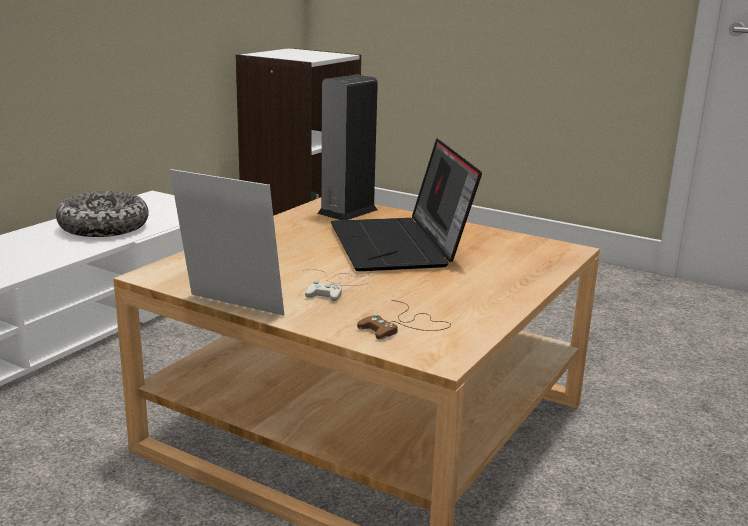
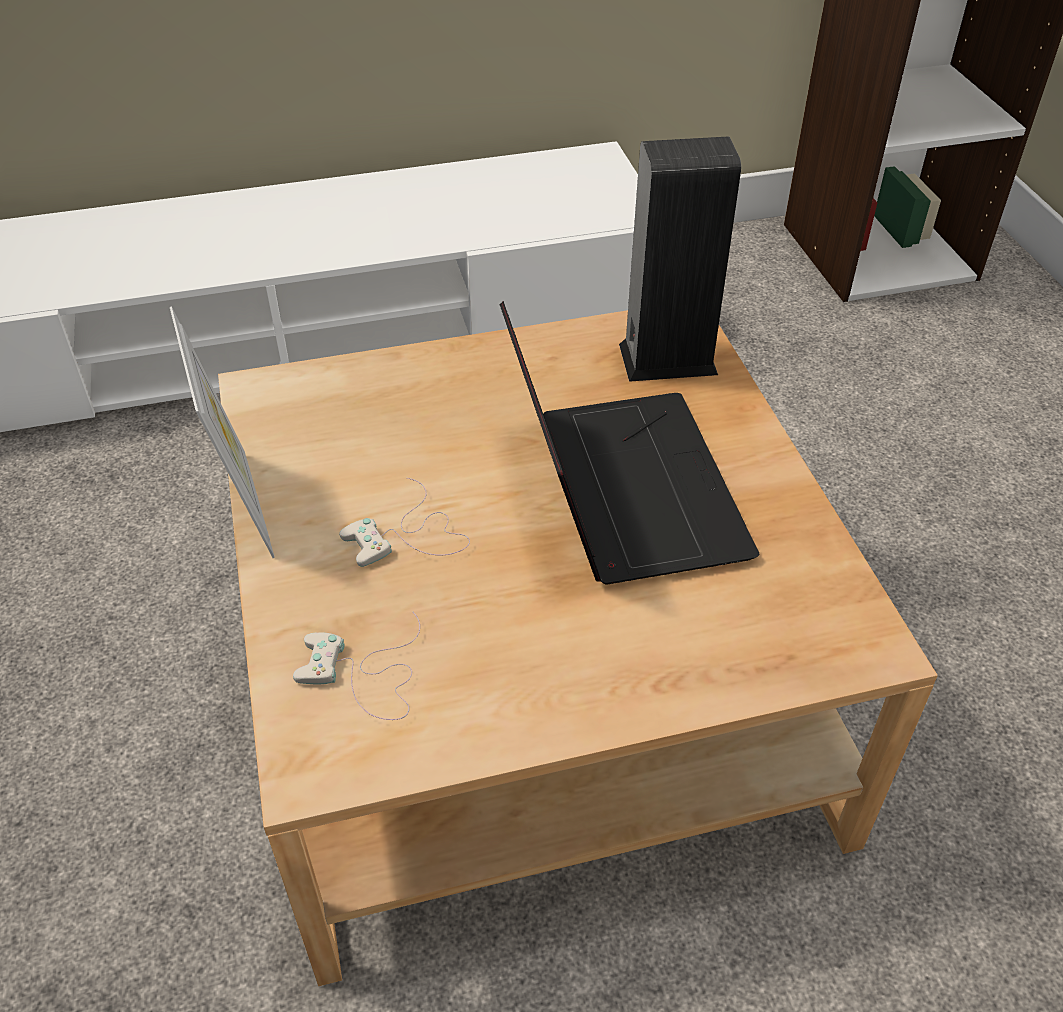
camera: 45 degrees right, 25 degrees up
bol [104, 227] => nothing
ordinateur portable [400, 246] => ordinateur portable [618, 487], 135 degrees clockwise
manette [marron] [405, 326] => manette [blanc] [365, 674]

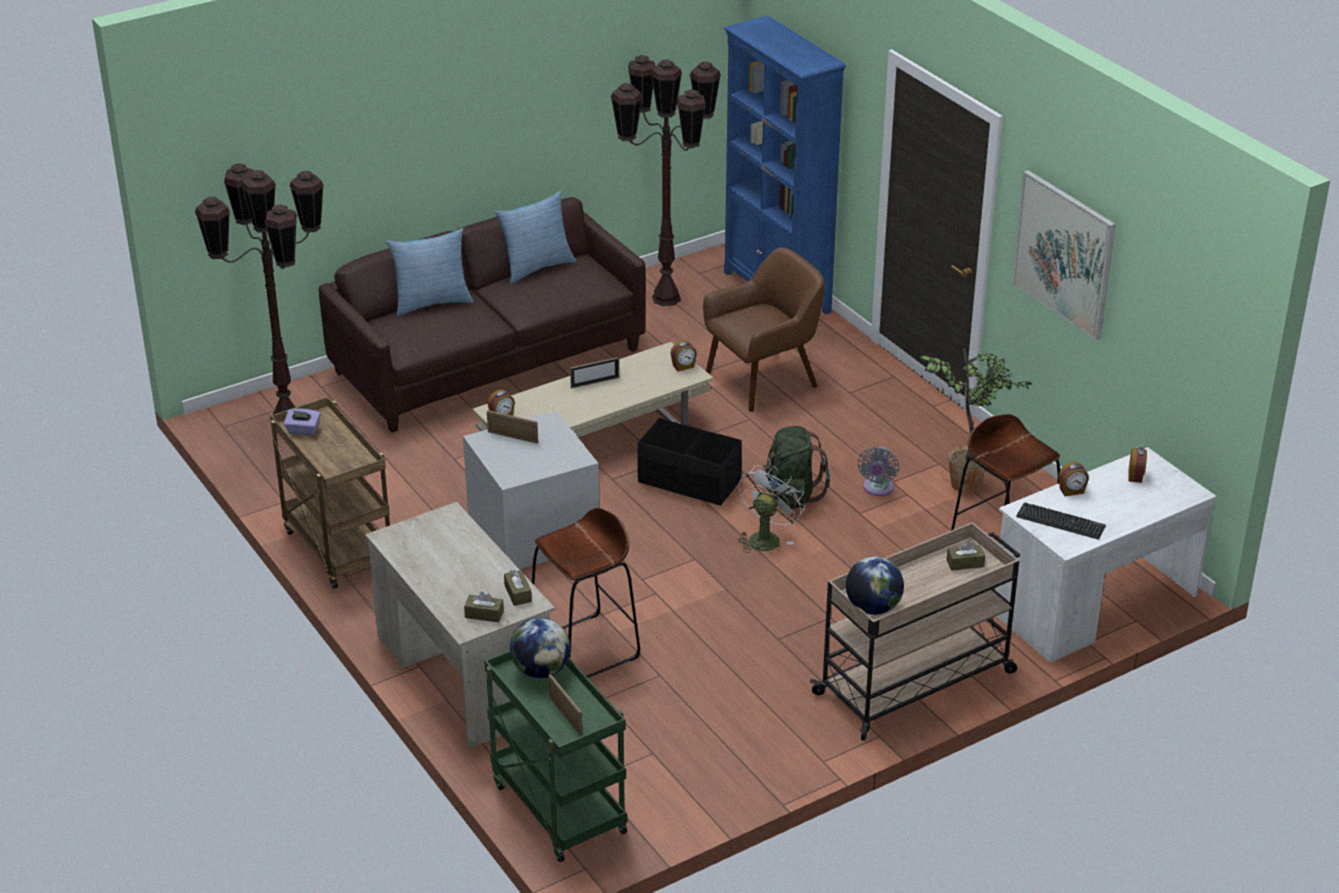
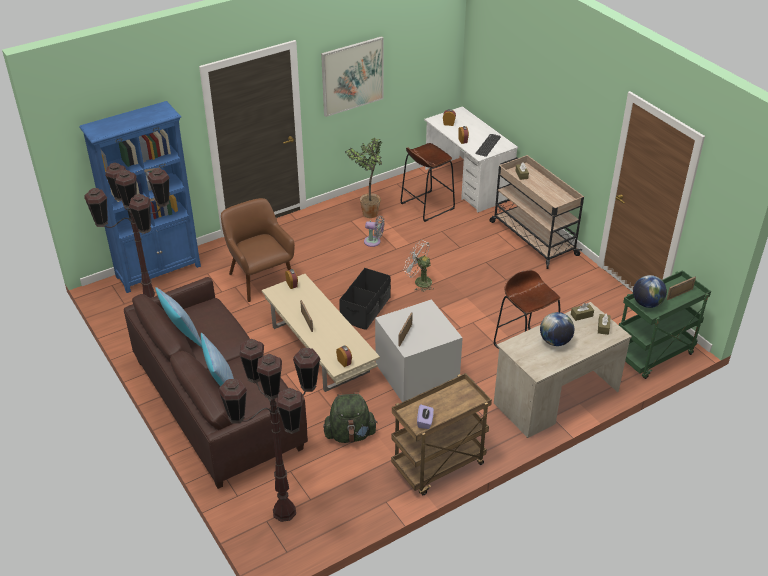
camera: 90 degrees left, 5 degrees up
sac à dos [vert] [791, 495] => sac à dos [vert] [350, 434], moved
globe [873, 608] => globe [555, 341], moved

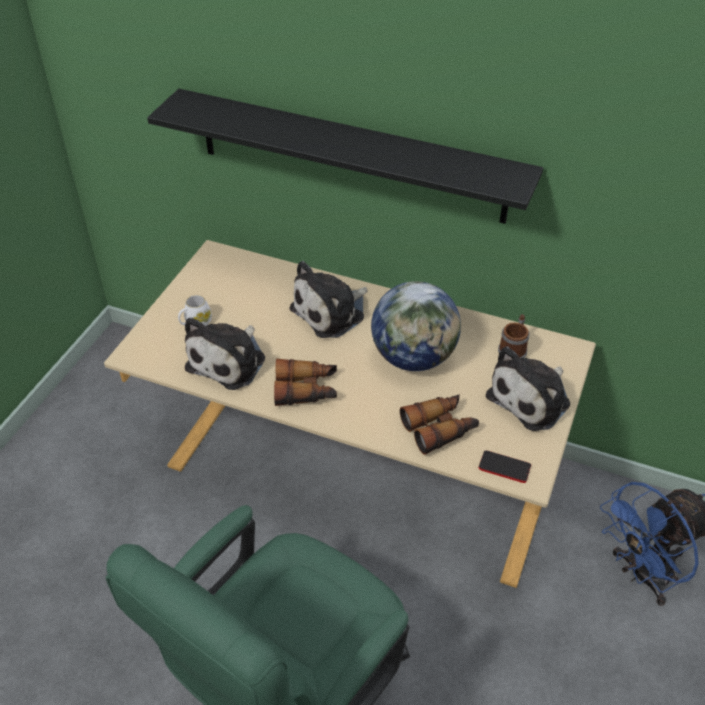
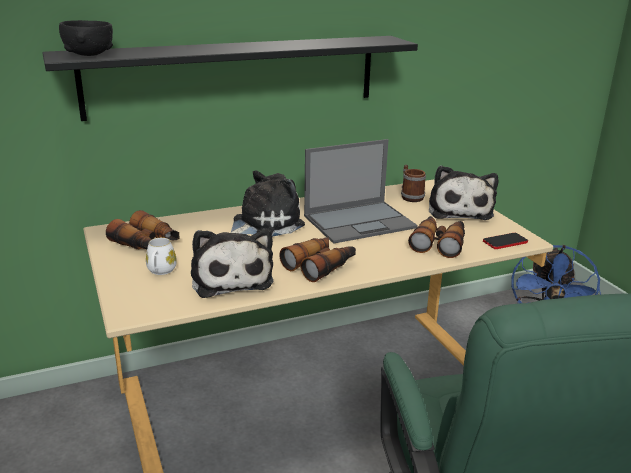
camera: 45 degrees left, 20 degrees down
peluche [331, 312] => peluche [264, 224], 135 degrees counterclockwise
globe [414, 357] => ordinateur portable [360, 221]
nothing => bol [noir] [89, 54]
nothing => jumelles [146, 243]

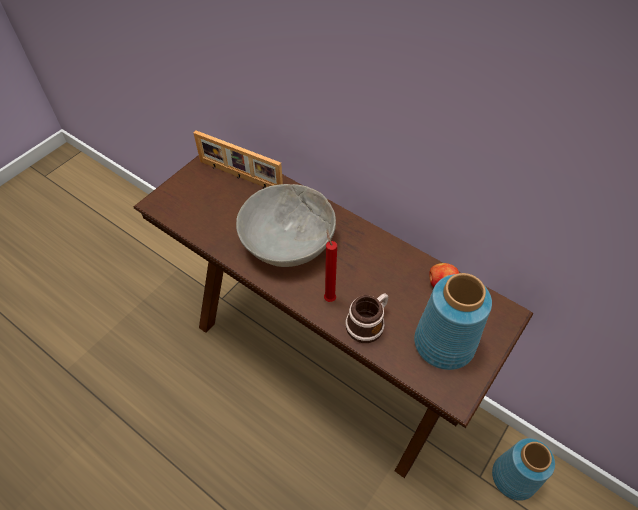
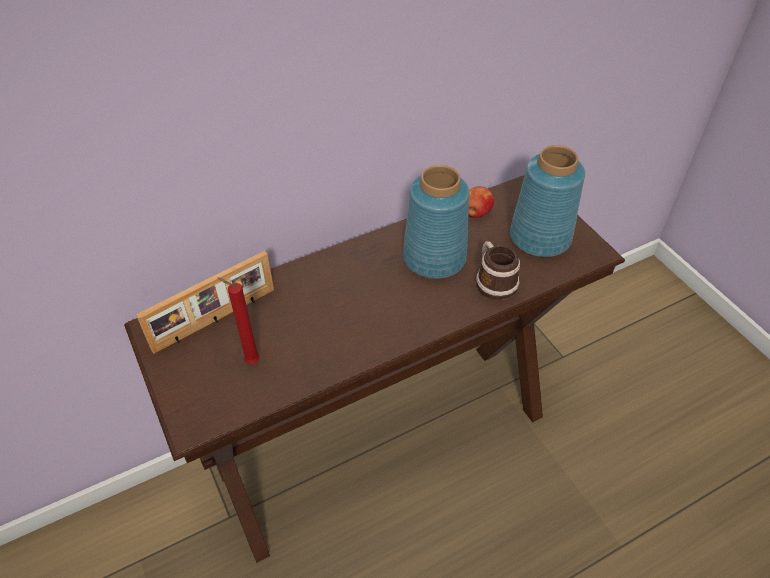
camera: 65 degrees left, 5 degrees down
bol [gris] [287, 239] => nothing
bougie [rouge] [329, 297] => bougie [rouge] [250, 361], moved
vase [bleu] [513, 476] => vase [bleu] [433, 258], moved

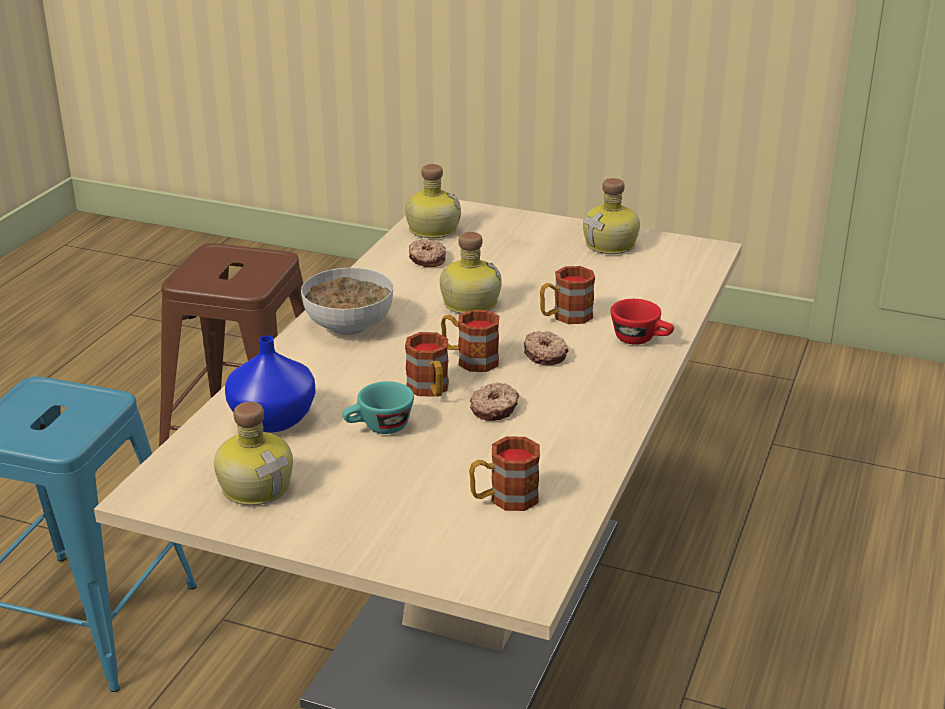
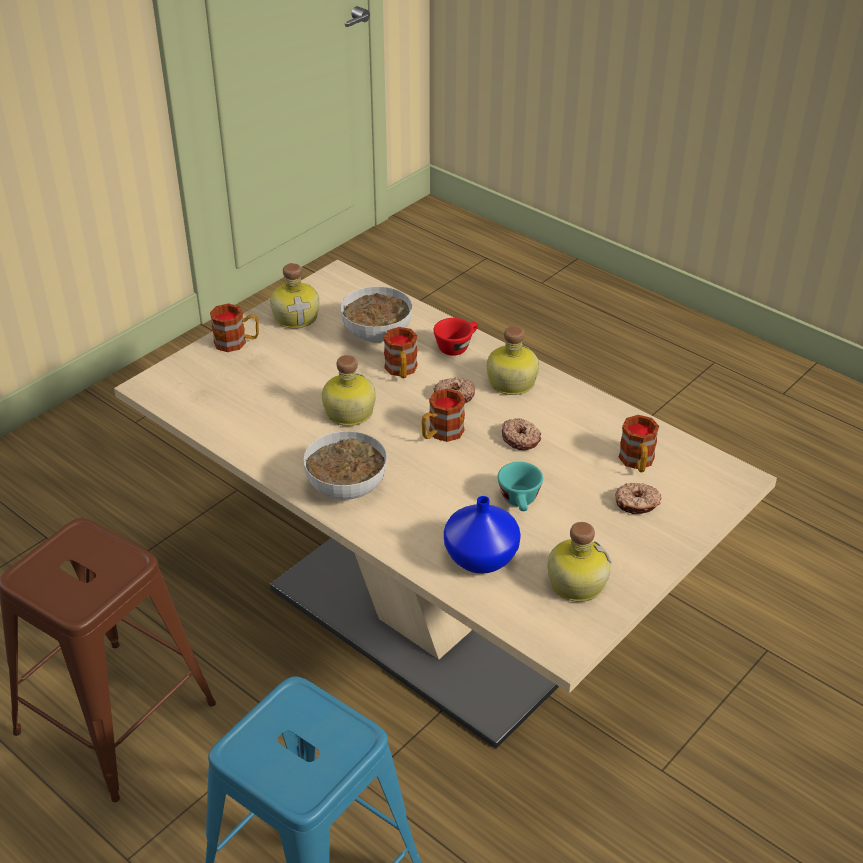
camera: 70 degrees left, 10 degrees up
bouteille [431, 229] => bouteille [510, 383], moved
mug [430, 390] => mug [237, 342], moved
beignet [426, 259] => beignet [636, 504], moved
nothing => bol [377, 334]

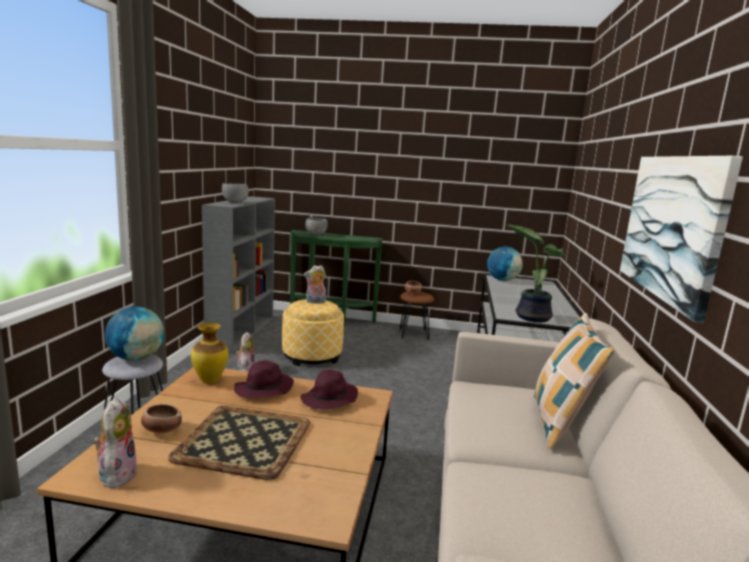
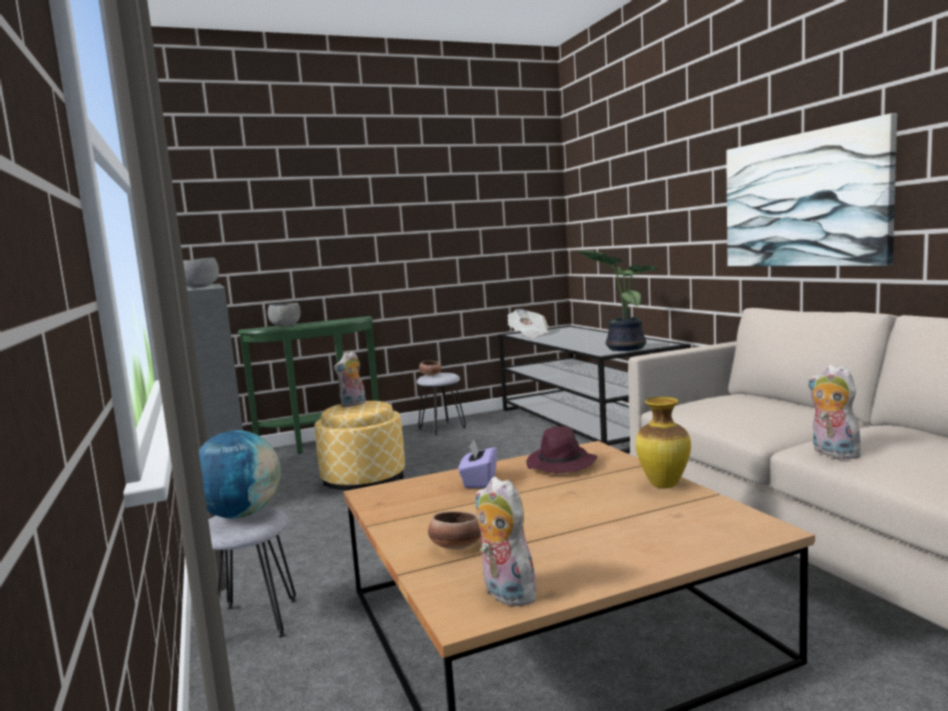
camera: 30 degrees left, 5 degrees down
plateau [243, 441] => nothing
vase [209, 380] => vase [663, 485], moved
chapeau [violet] [263, 390] => boîte à mouchoirs [violet] [479, 481]
peluche [245, 370] => peluche [832, 453], moved
tabouret [marron] [414, 334] => tabouret [gris] [442, 428]
globe [502, 280] => journal [528, 335]
coussin [559, 423] => nothing

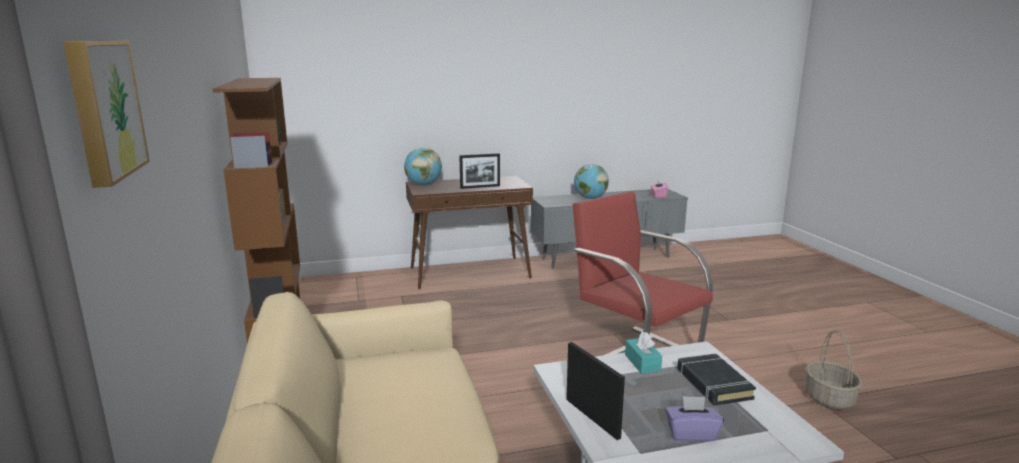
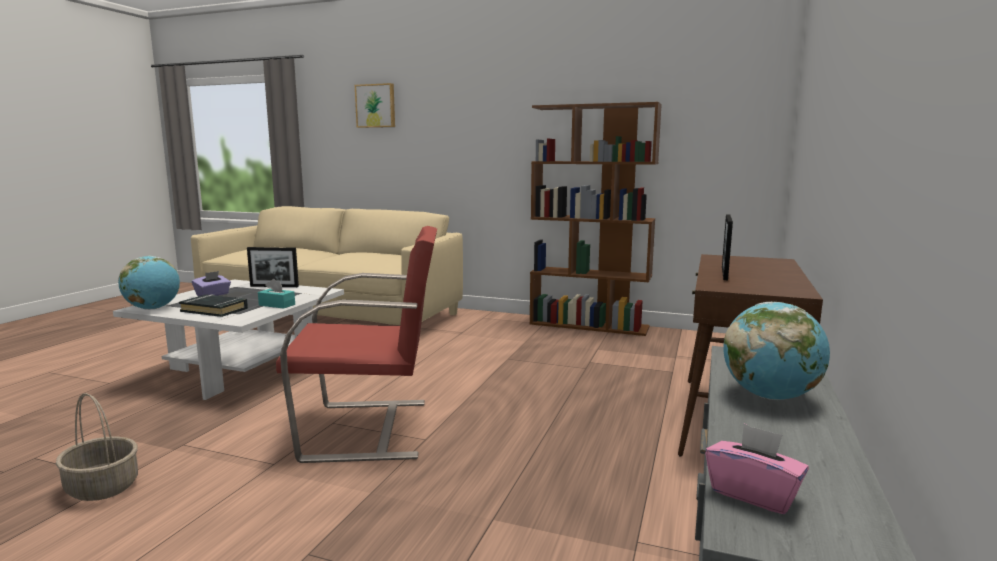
camera: 125 degrees right, 5 degrees down
globe [423, 184] => globe [153, 308], moved

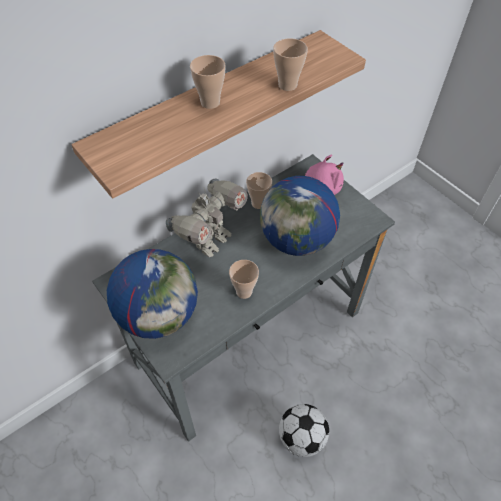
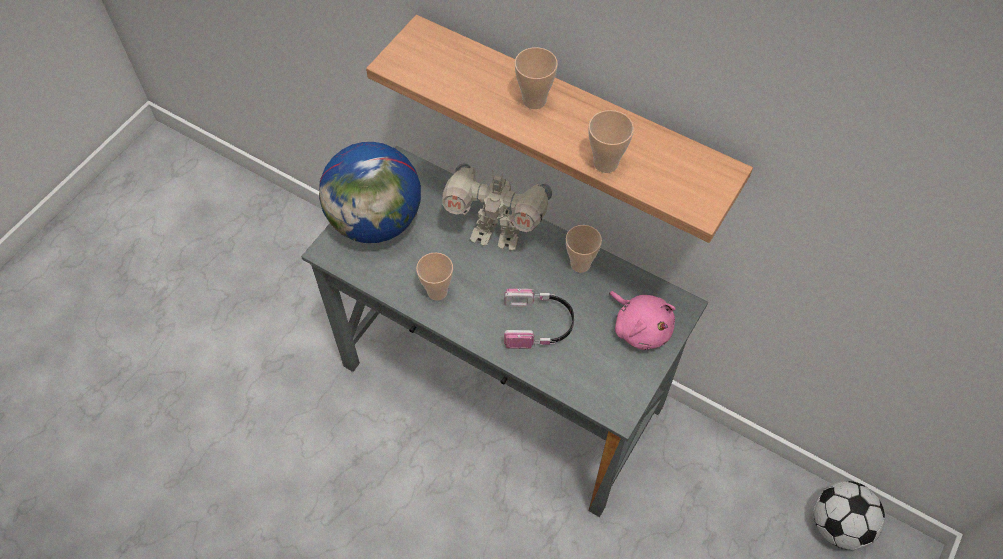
camera: 70 degrees right, 5 degrees up
globe [296, 240] => casque audio [538, 325]
ballon de foot [301, 437] => ballon de foot [838, 525], moved

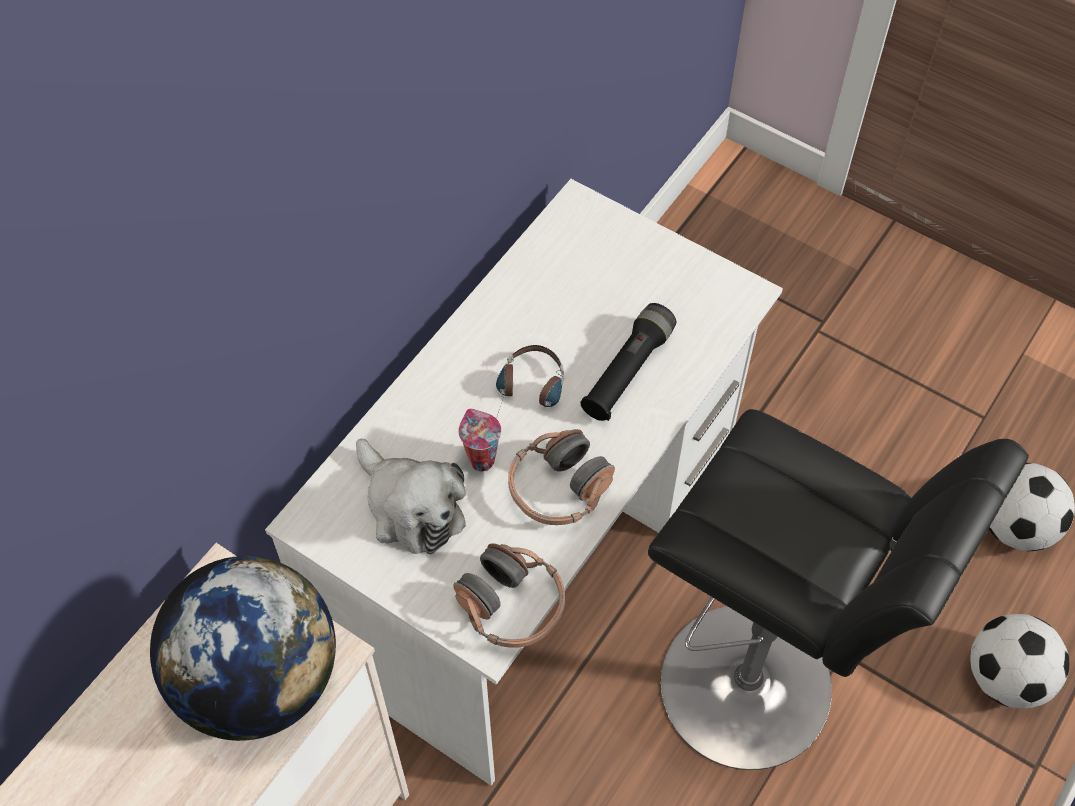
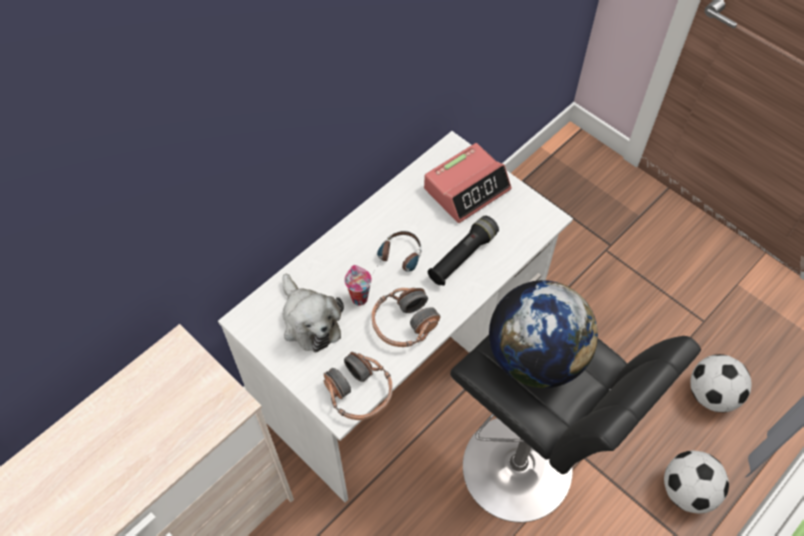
camera: 10 degrees right, 0 degrees up
globe [259, 679] => globe [535, 356], moved
nothing => réveil [467, 189]

